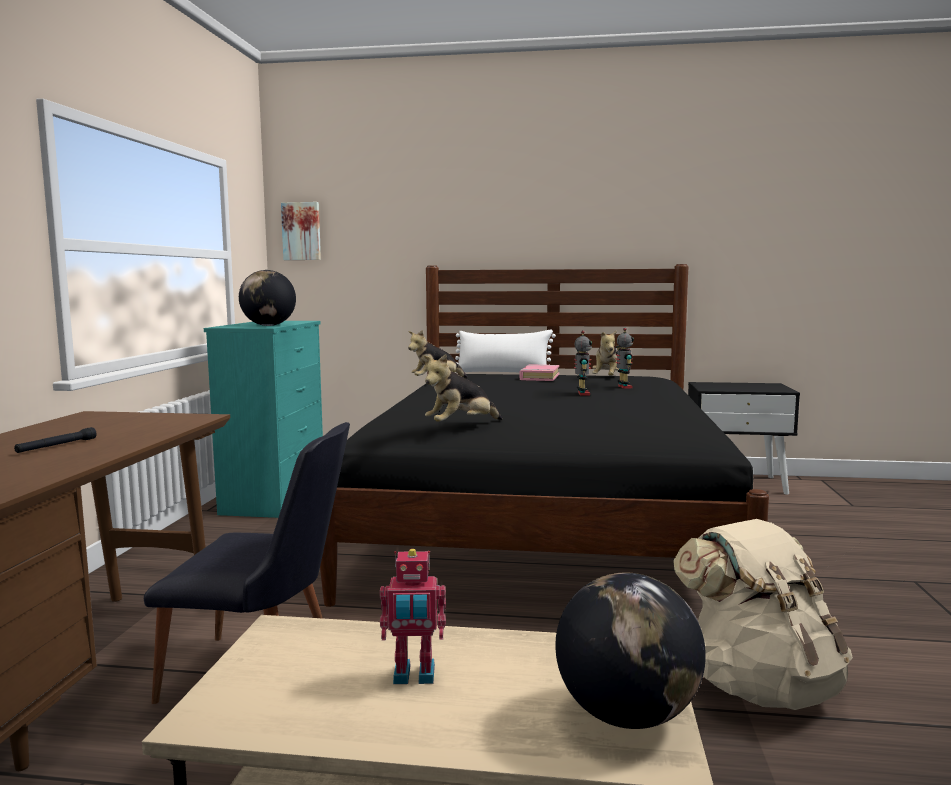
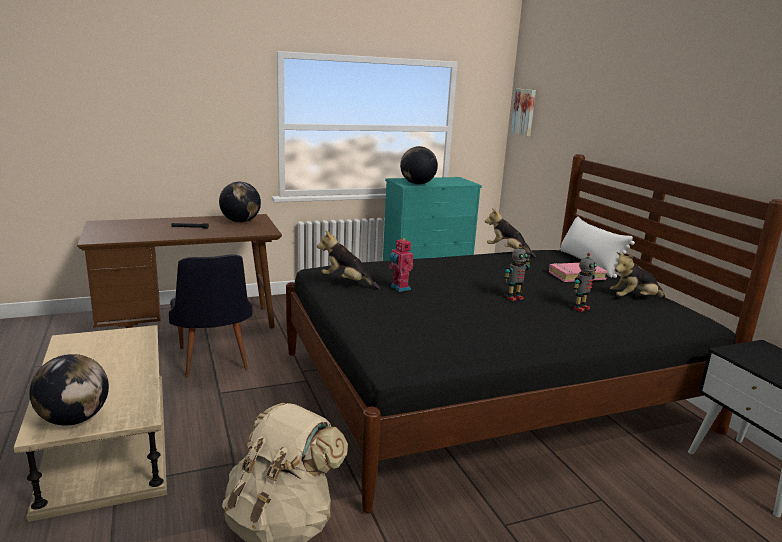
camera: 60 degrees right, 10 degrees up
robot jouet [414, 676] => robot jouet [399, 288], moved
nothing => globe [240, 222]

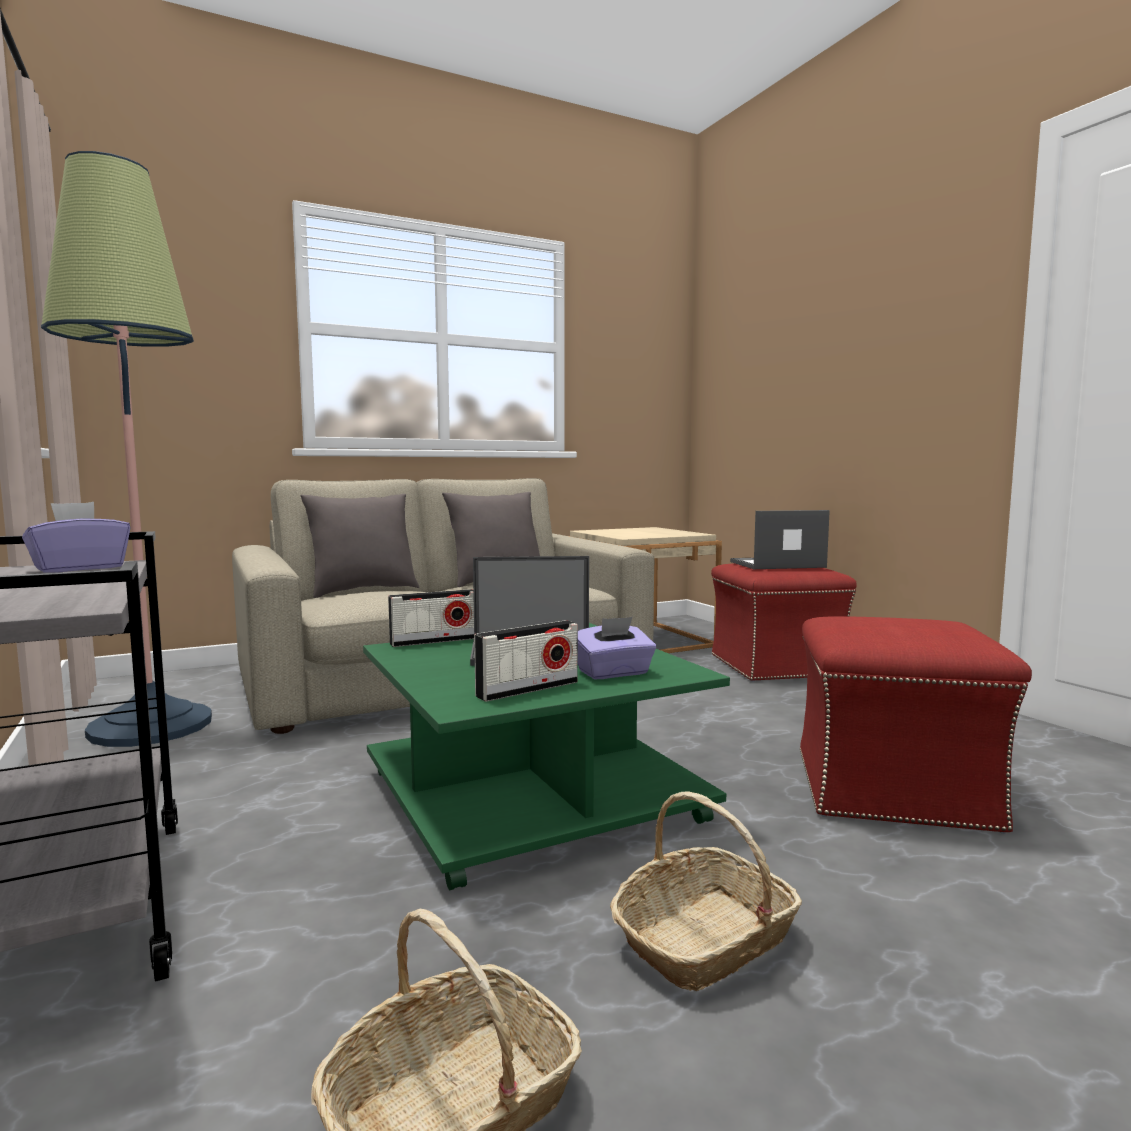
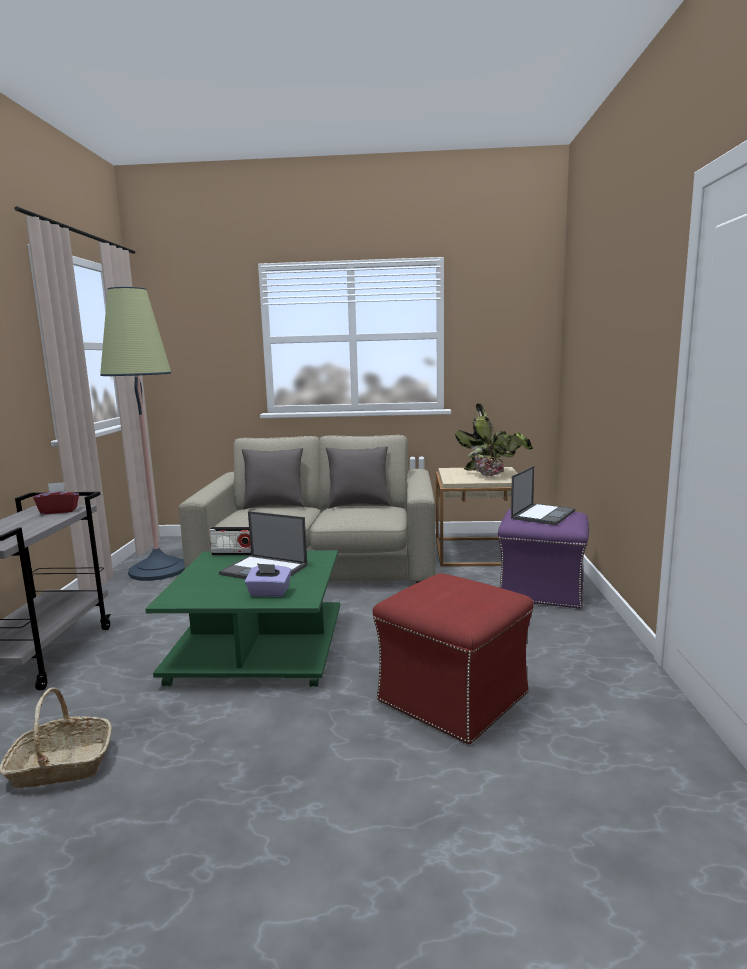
camera: 30 degrees right, 5 degrees up
boîte à mouchoirs [violet] [79, 568] => boîte à mouchoirs [rouge] [59, 511]
radio [527, 689] => nothing
panier [705, 940] => nothing
pouf [rouge] [775, 666] => pouf [violet] [540, 590]
ordinateur portable [776, 565] => ordinateur portable [543, 514], 105 degrees clockwise
nothing => plante en pot [494, 475]

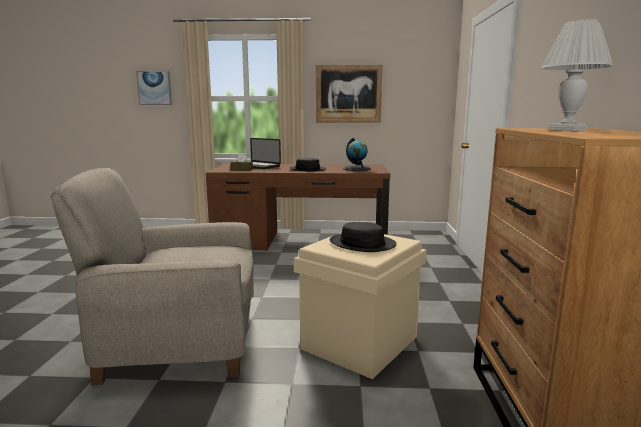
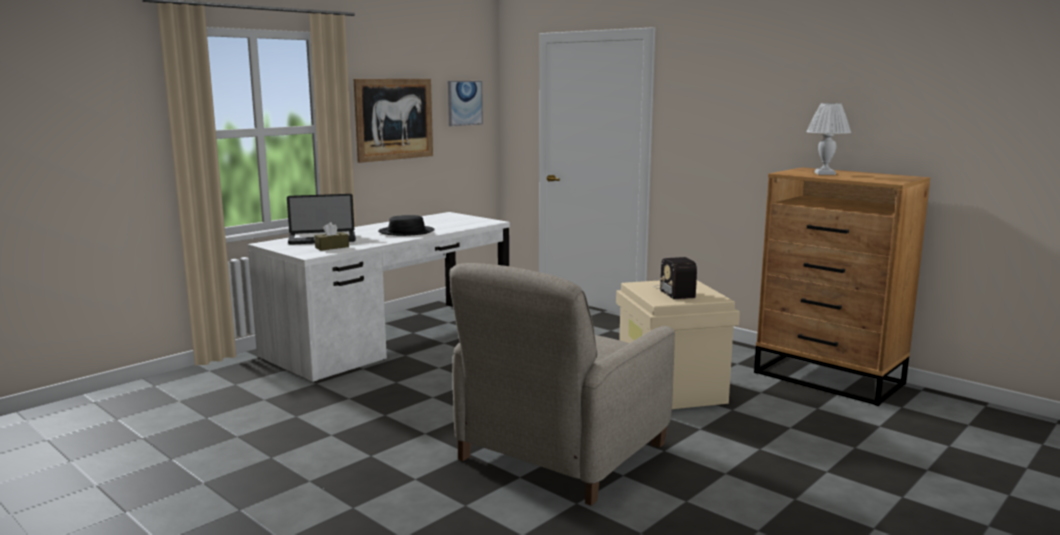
camera: 50 degrees left, 0 degrees up
tableau [154, 88] => tableau [464, 103], moved
bureau [marron] [301, 241] => bureau [blanc] [392, 338]
chapeau [noir] [362, 244] => radio [675, 290]
globe [357, 169] => nothing

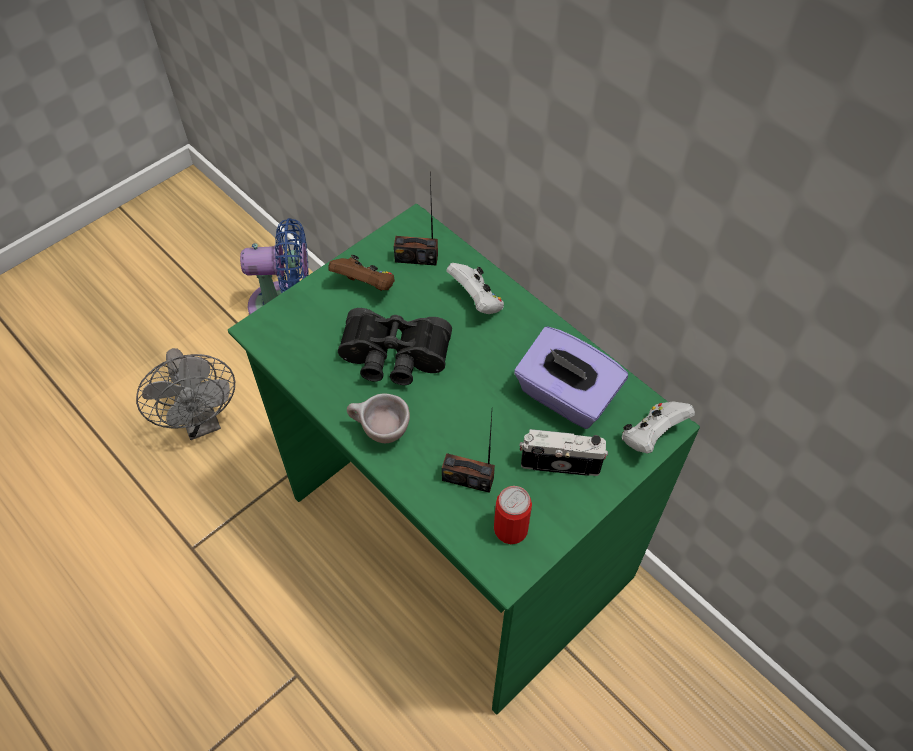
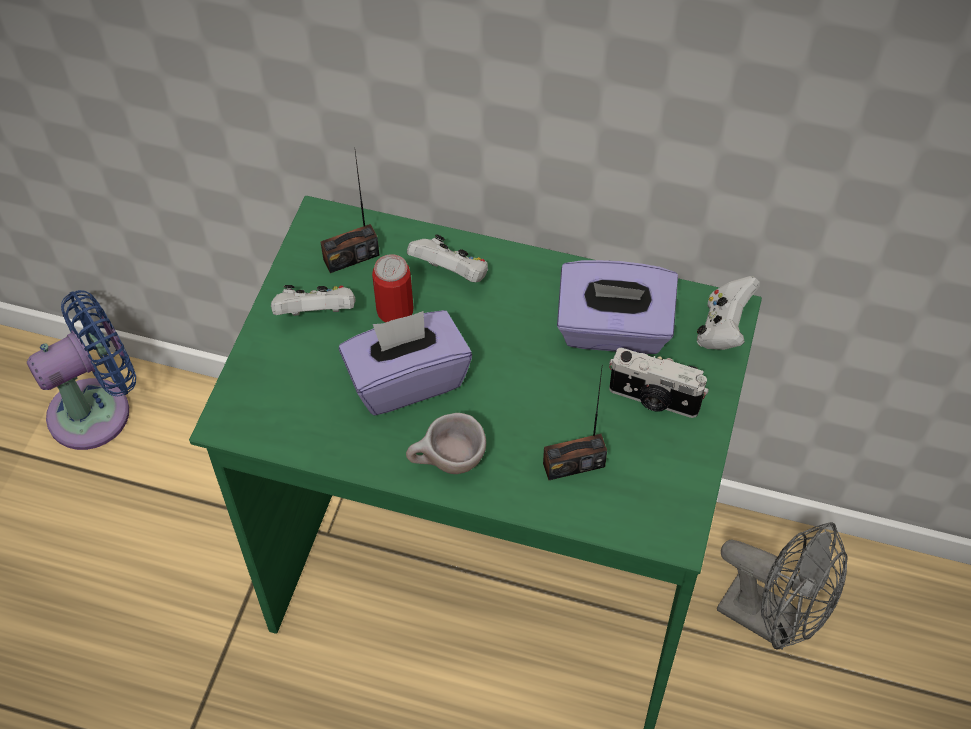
camera: 30 degrees left, 0 degrees up
ventilateur [gris] [202, 422] => ventilateur [gris] [772, 620], moved
manette [marron] [366, 286] => manette [blanc] [316, 314]
jumelles [noir] [394, 359] => boîte à mouchoirs [violet] [406, 379]
boîte métallique [511, 529] => boîte métallique [395, 310], moved
appareil photo [560, 462] => appareil photo [653, 400], 135 degrees counterclockwise

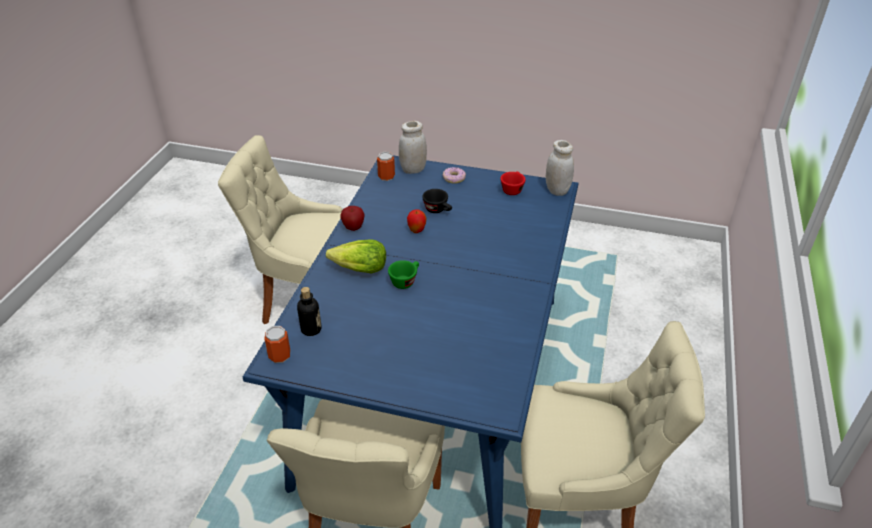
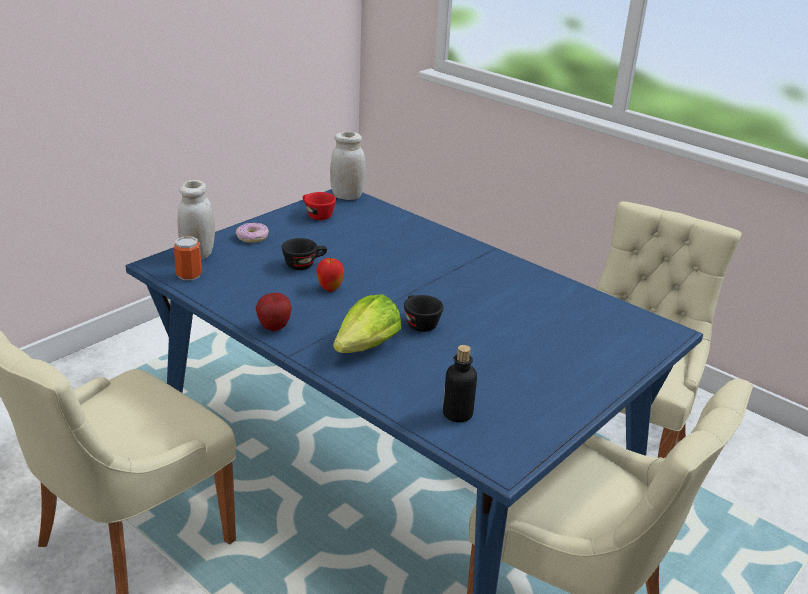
camera: 65 degrees left, 10 degrees down
boîte métallique [279, 356] => nothing
tasse [vert] [405, 281] => tasse [noir] [419, 323]

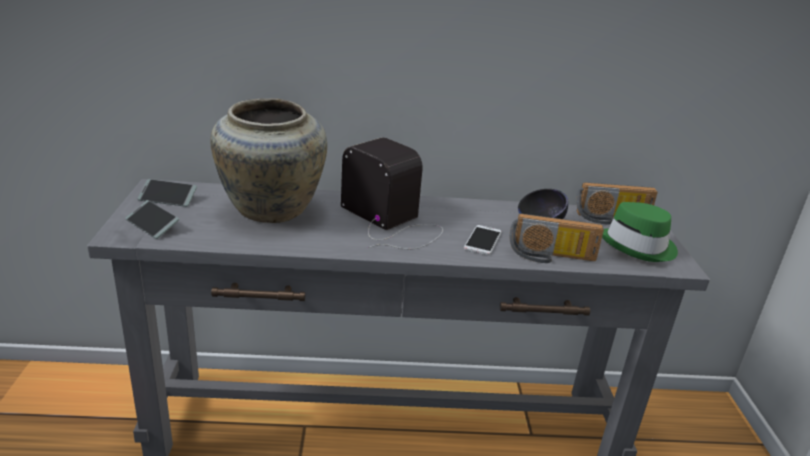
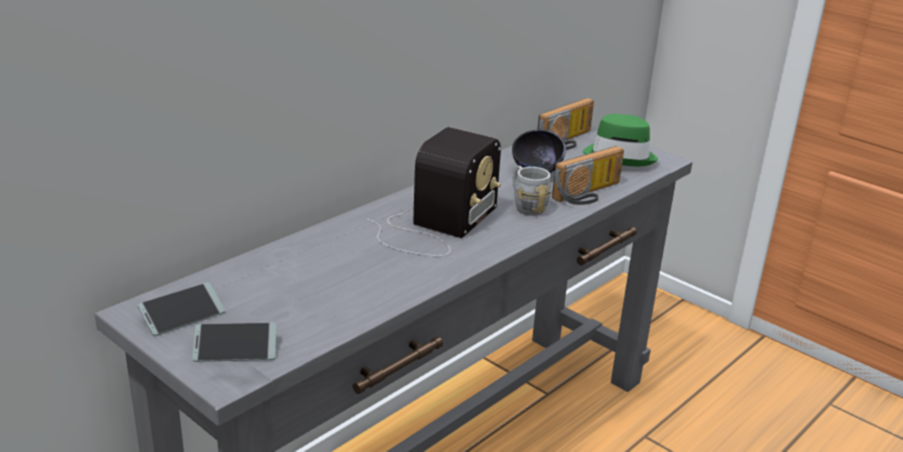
camera: 45 degrees left, 0 degrees up
vase [beige] [269, 210] => nothing
radio [392, 222] => radio [435, 226], 120 degrees clockwise
téléphone [482, 240] => mug [gris] [526, 205]

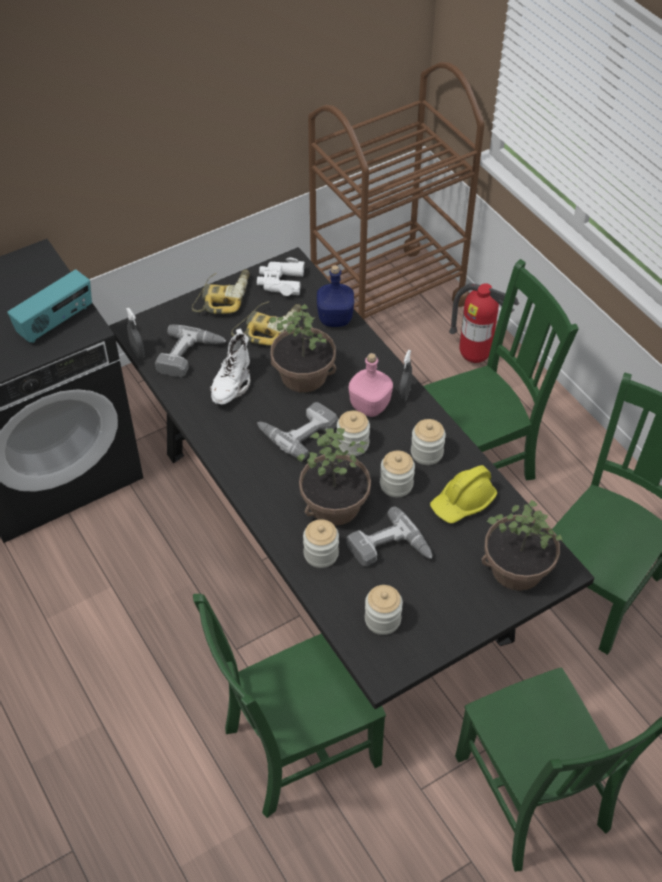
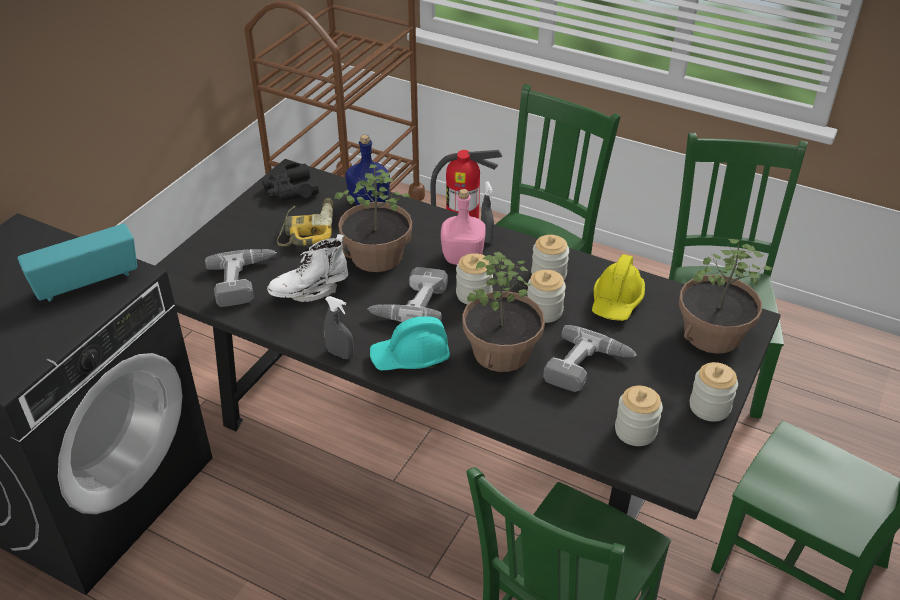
camera: 30 degrees left, 10 degrees down
radio [56, 322] => radio [87, 282], 135 degrees counterclockwise
vaporisateur [gris] [137, 352] => vaporisateur [gris] [340, 354], moved
perceuse [223, 296] => nothing
botte [blanc] [231, 386] => botte [blanc] [310, 290], 75 degrees clockwise
jumelles [blanc] [280, 282] => jumelles [noir] [290, 190]
bocal [321, 554] => bocal [709, 407], moved
nothing => casque de chantier [turquoise] [410, 357]

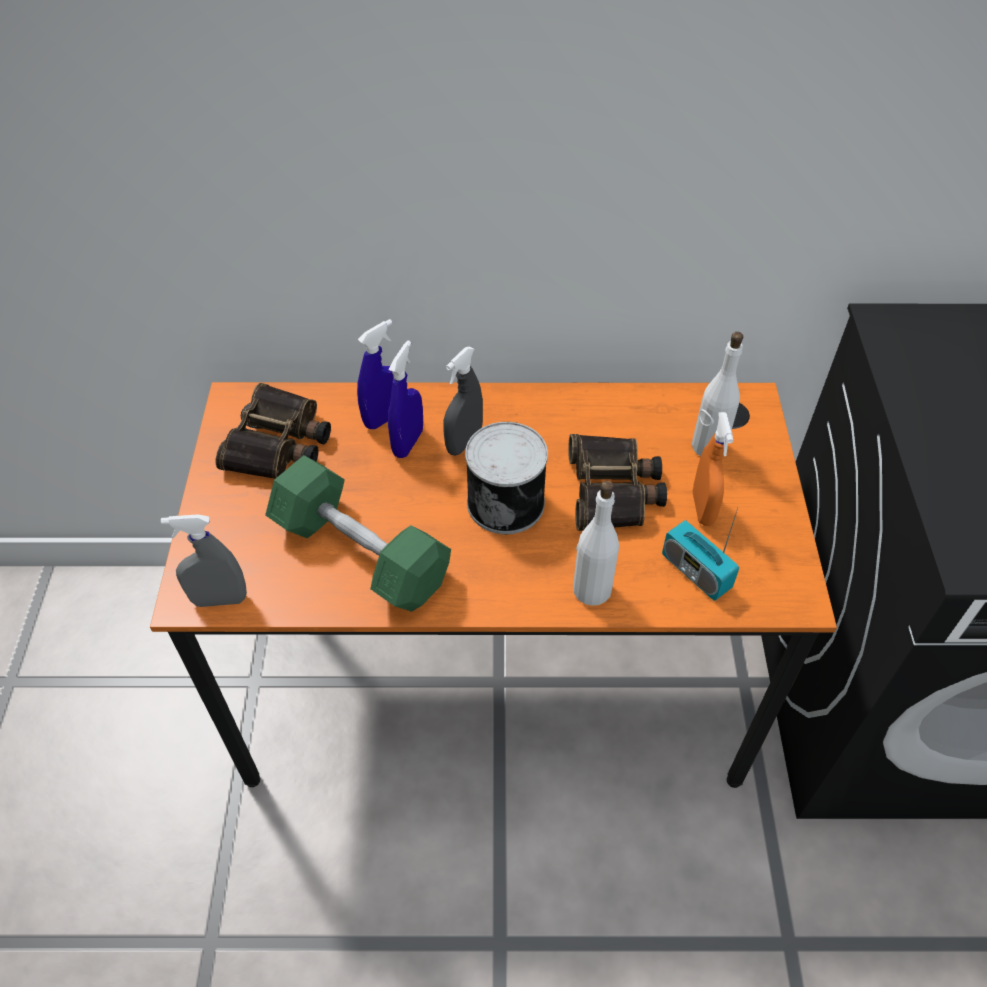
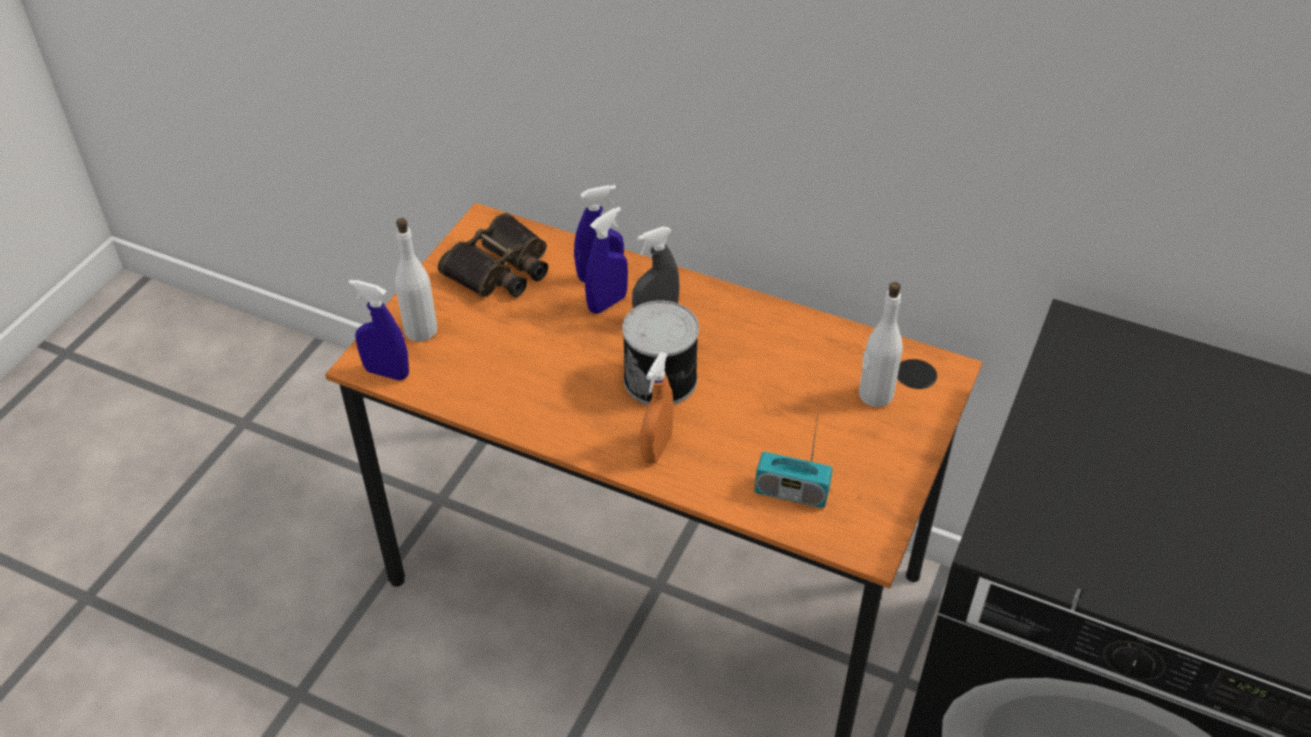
camera: 25 degrees right, 5 degrees down
vaporisateur [gris] [219, 599] => vaporisateur [bleu] [387, 372]
haltère [vert] [360, 552] => nothing
jumelles [614, 490] => nothing
bouteille [blanc] [591, 589] => bouteille [blanc] [420, 330], moved
radio [696, 572] => radio [791, 492], 60 degrees counterclockwise
vaporisateur [orange] [702, 508] => vaporisateur [orange] [657, 448], moved

